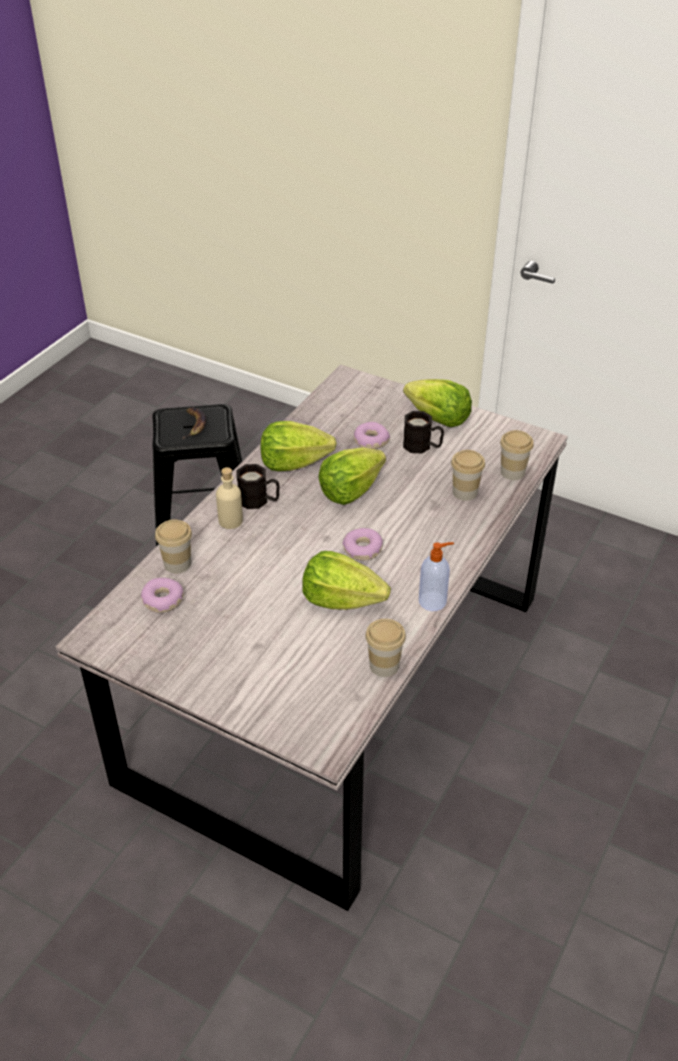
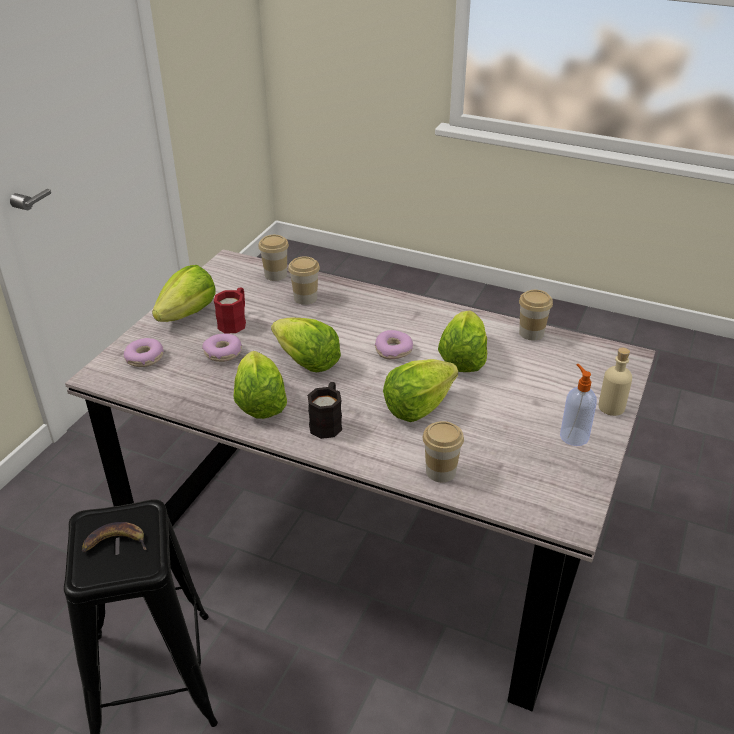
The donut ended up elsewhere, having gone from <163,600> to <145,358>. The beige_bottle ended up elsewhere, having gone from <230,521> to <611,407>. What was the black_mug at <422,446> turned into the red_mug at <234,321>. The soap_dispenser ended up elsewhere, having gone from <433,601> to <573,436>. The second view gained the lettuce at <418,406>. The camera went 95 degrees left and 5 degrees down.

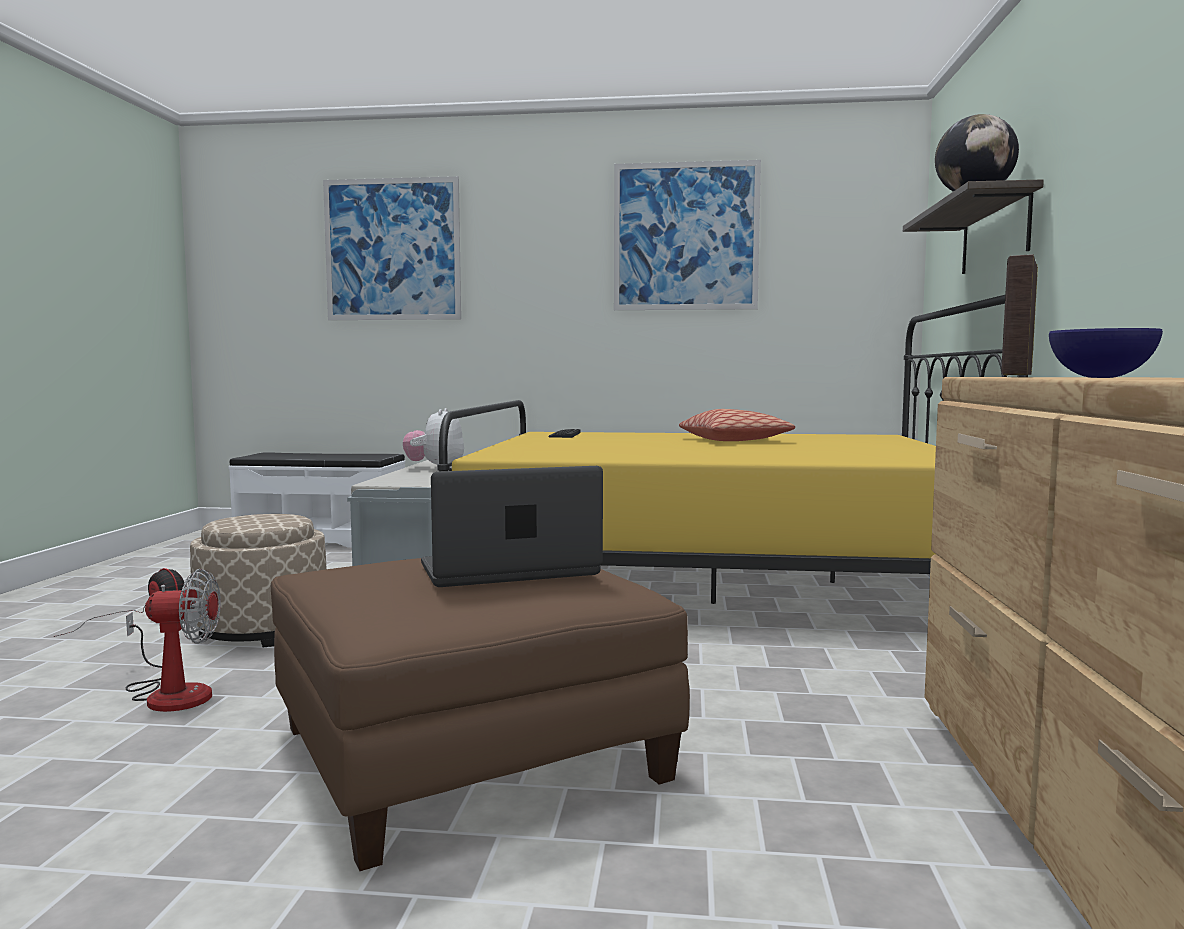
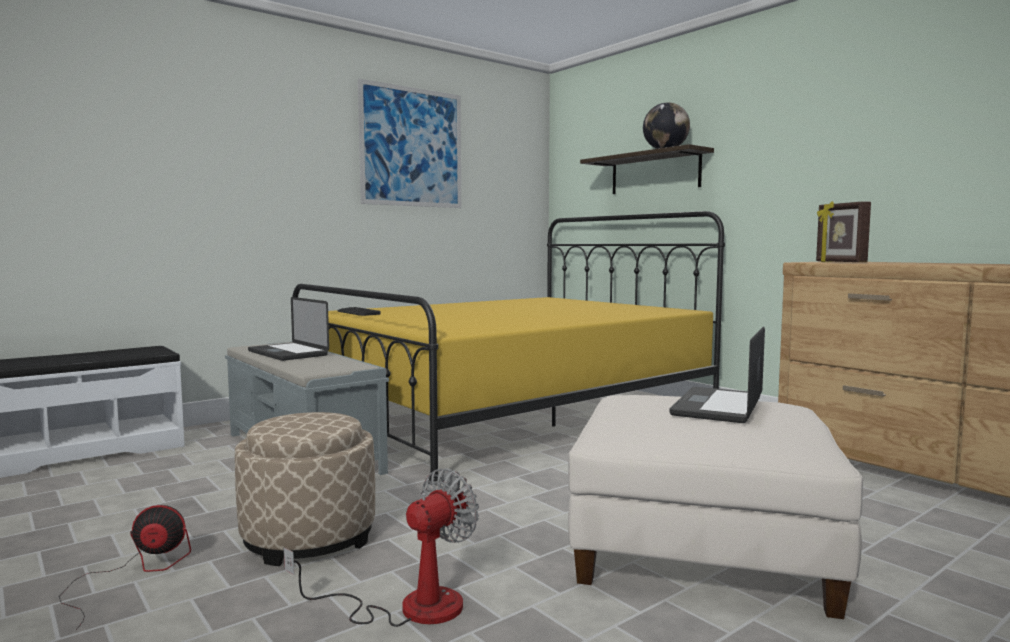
What was the brown_ottoman at <469,753> turned into the white_ottoman at <702,546>. The second view lost the picture at <392,249>. Where the plush_toy stood at <435,468>, the laptop came to stand at <288,353>. The second view lost the pillow at <734,440>. The second view lost the blue_bowl at <1102,377>. The camera went 45 degrees left and 0 degrees up.

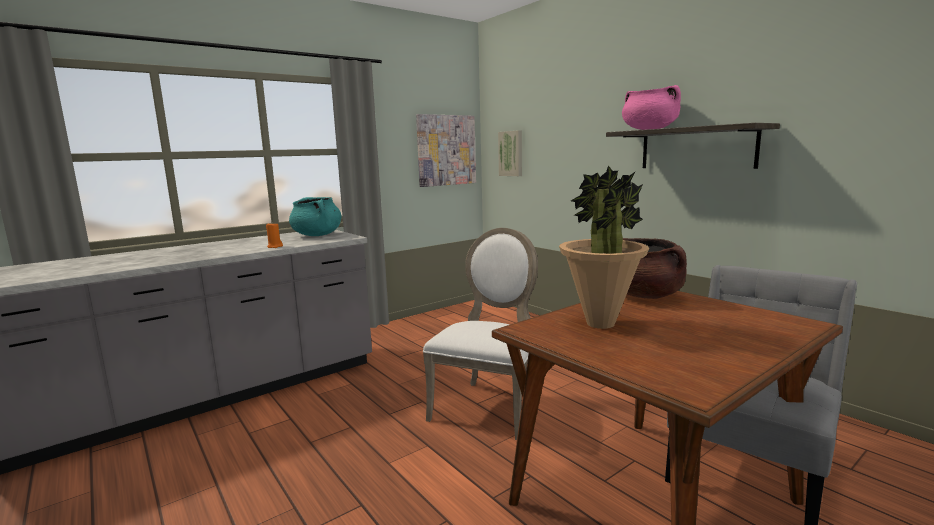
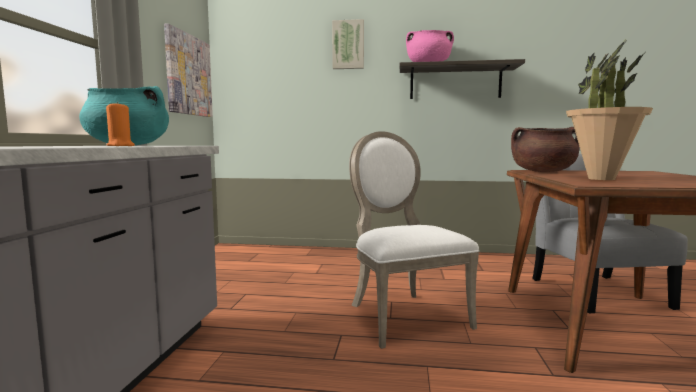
The picture ended up elsewhere, having gone from <511,153> to <348,45>. The camera went 45 degrees left and 5 degrees down.

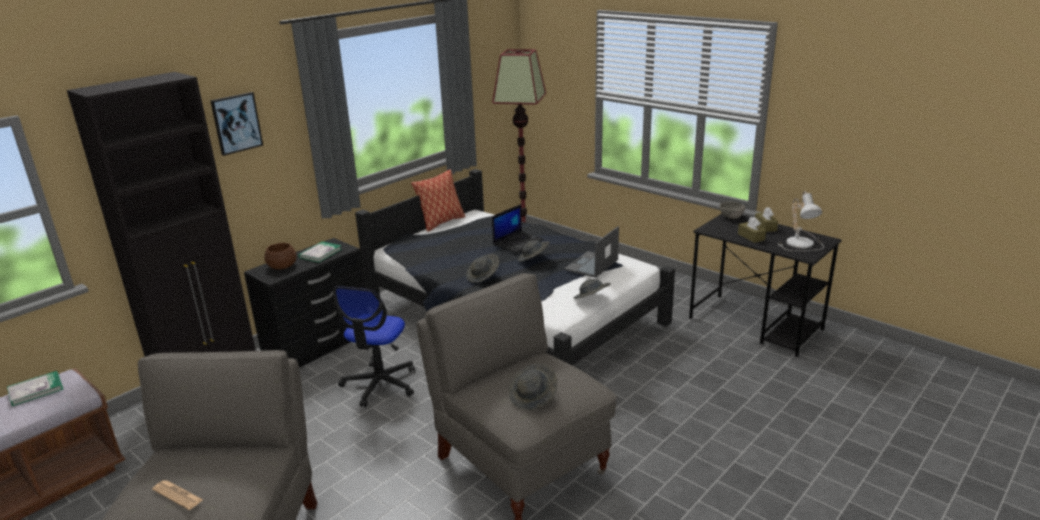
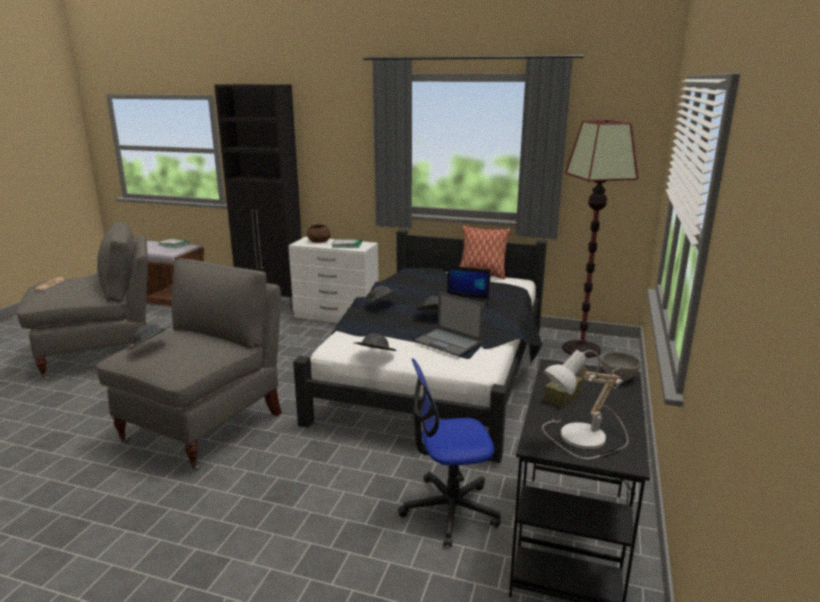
The second view lost the picture at <236,123>. What was the black_dresser at <319,345> turned into the white_dresser at <336,316>. The office_chair ended up elsewhere, having gone from <380,384> to <449,510>. The laptop at <591,265> ended up facing another way, 150 degrees counterclockwise from before. The second view lost the brown_tissue_box at <765,227>. The camera went 65 degrees right and 5 degrees down.

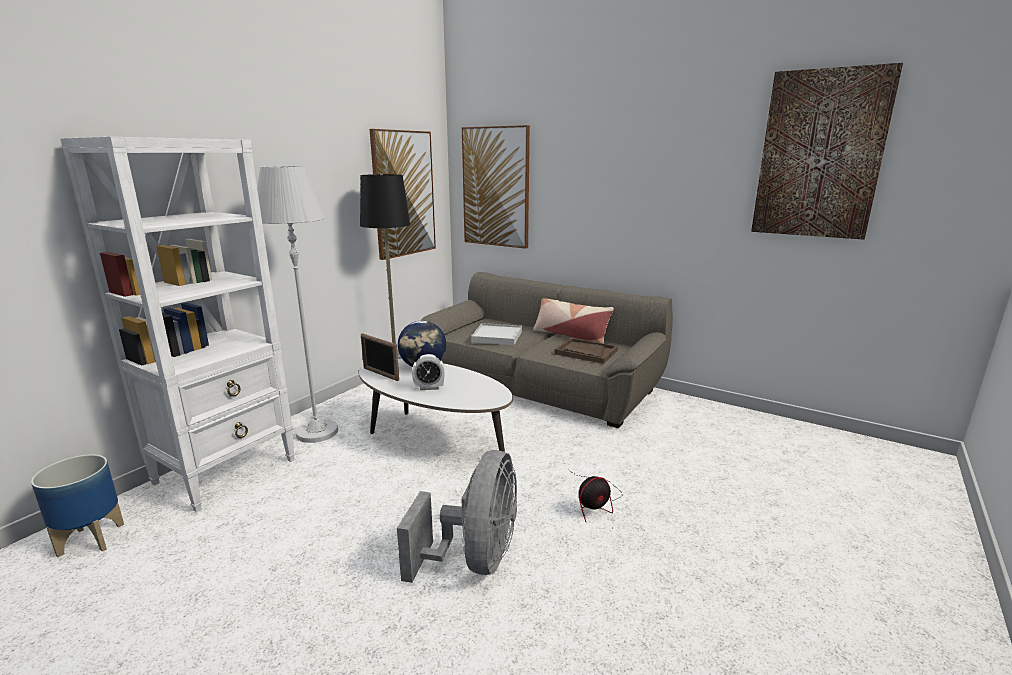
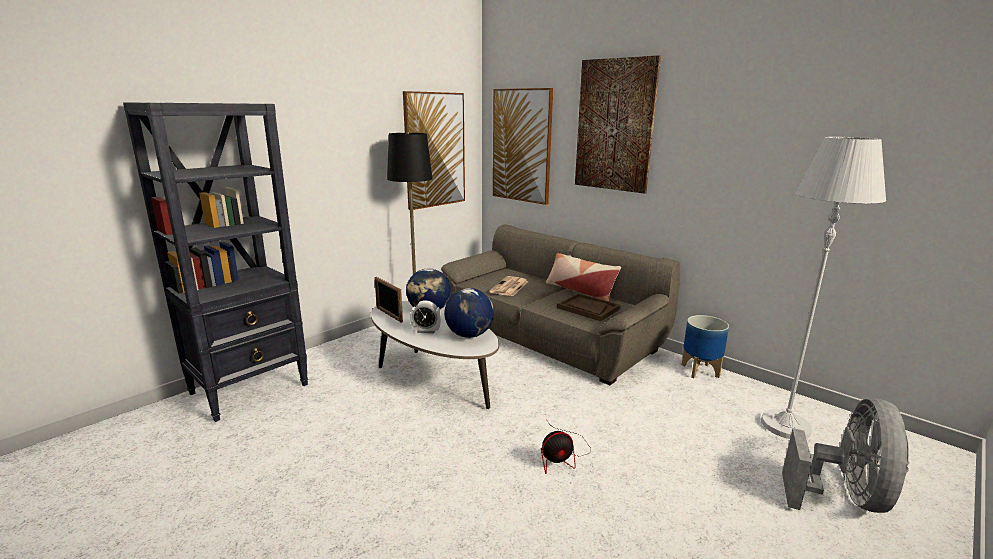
The planter ended up elsewhere, having gone from <92,539> to <700,371>. What was the white_bookcase at <227,470> turned into the black_bookcase at <251,388>. The white_floor_lamp ended up elsewhere, having gone from <317,432> to <785,426>. The grey_fan ended up elsewhere, having gone from <475,559> to <843,496>. Where the white_tray stood at <497,337>, the newspaper came to stand at <509,287>. The picture ended up elsewhere, having gone from <820,155> to <615,125>. The second view gained the globe at <469,335>. The camera went 10 degrees right and 0 degrees up.

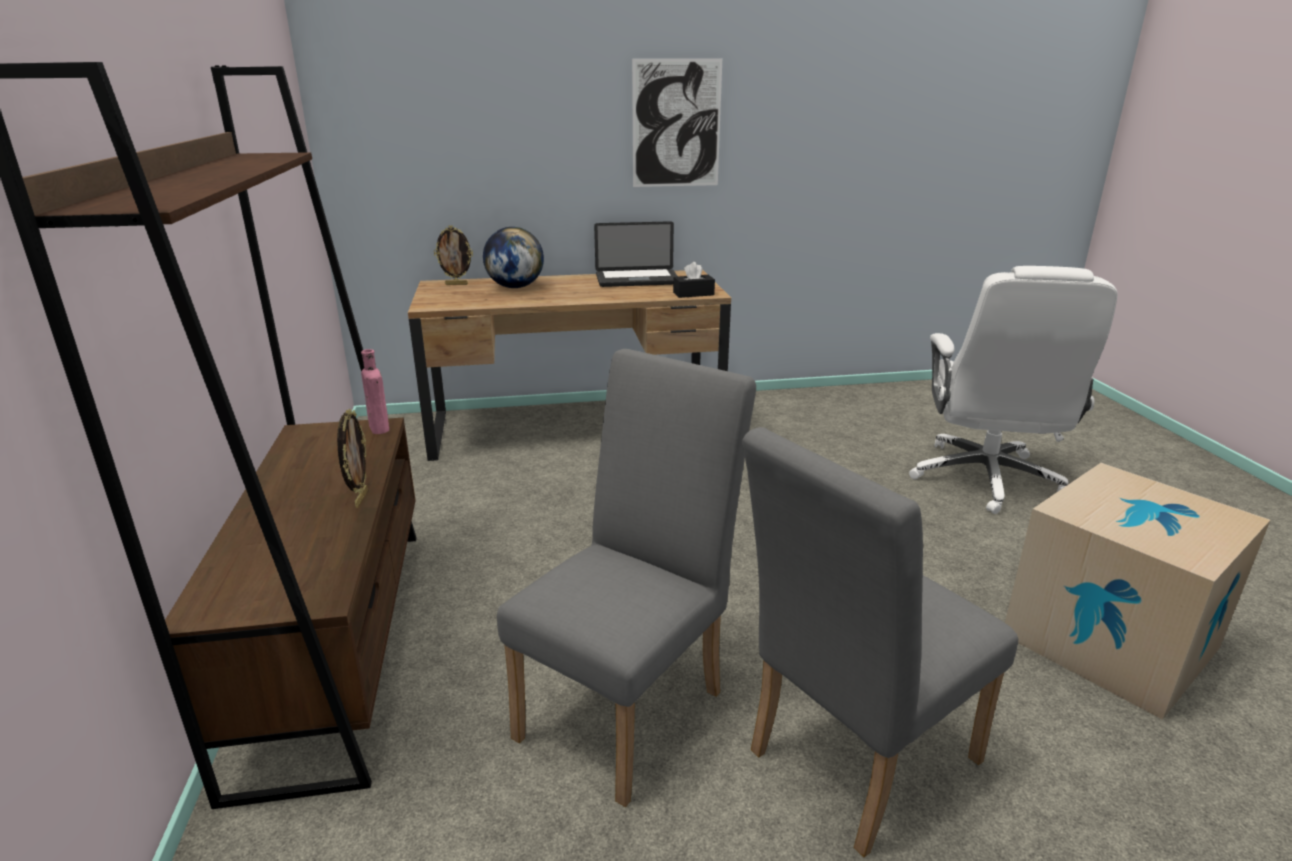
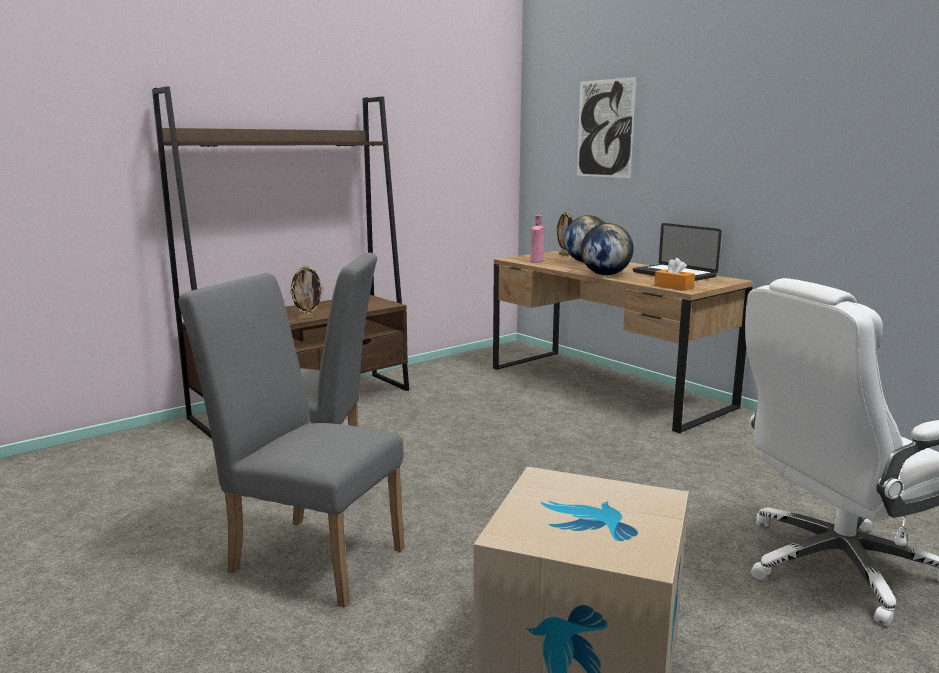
The pink_bottle ended up elsewhere, having gone from <380,429> to <536,262>. The picture ended up elsewhere, having gone from <676,124> to <605,128>. What was the black_tissue_box at <693,294> turned into the orange_tissue_box at <673,287>. The second view gained the globe at <605,274>. The camera went 60 degrees right and 10 degrees down.

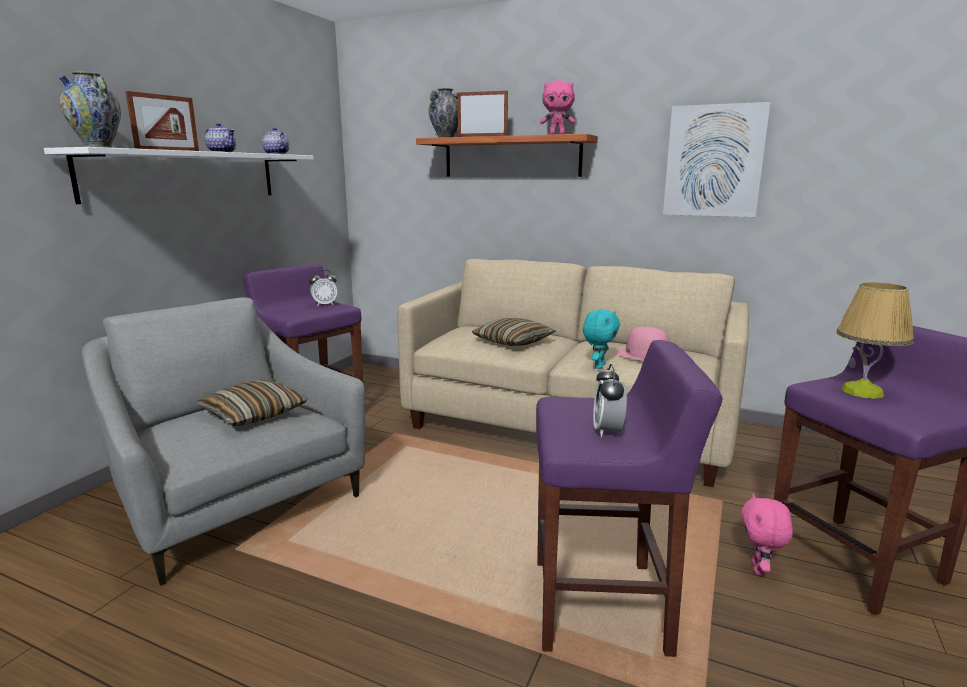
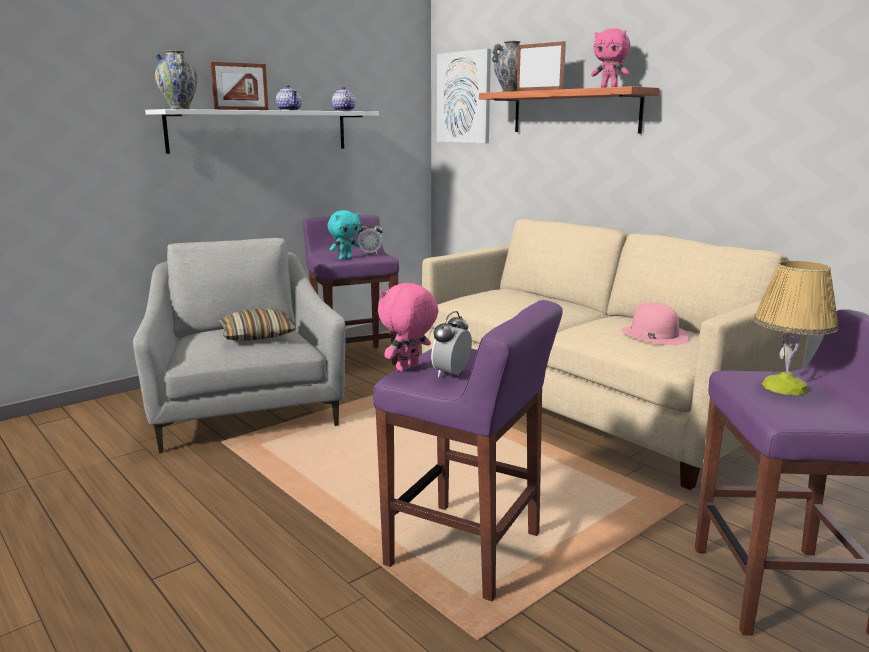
The second view lost the pillow at <513,342>. The turquoise_plush_toy ended up elsewhere, having gone from <598,366> to <345,258>. The picture ended up elsewhere, having gone from <714,161> to <464,97>. The pink_plush_toy ended up elsewhere, having gone from <759,569> to <408,368>. The camera went 25 degrees right and 0 degrees up.

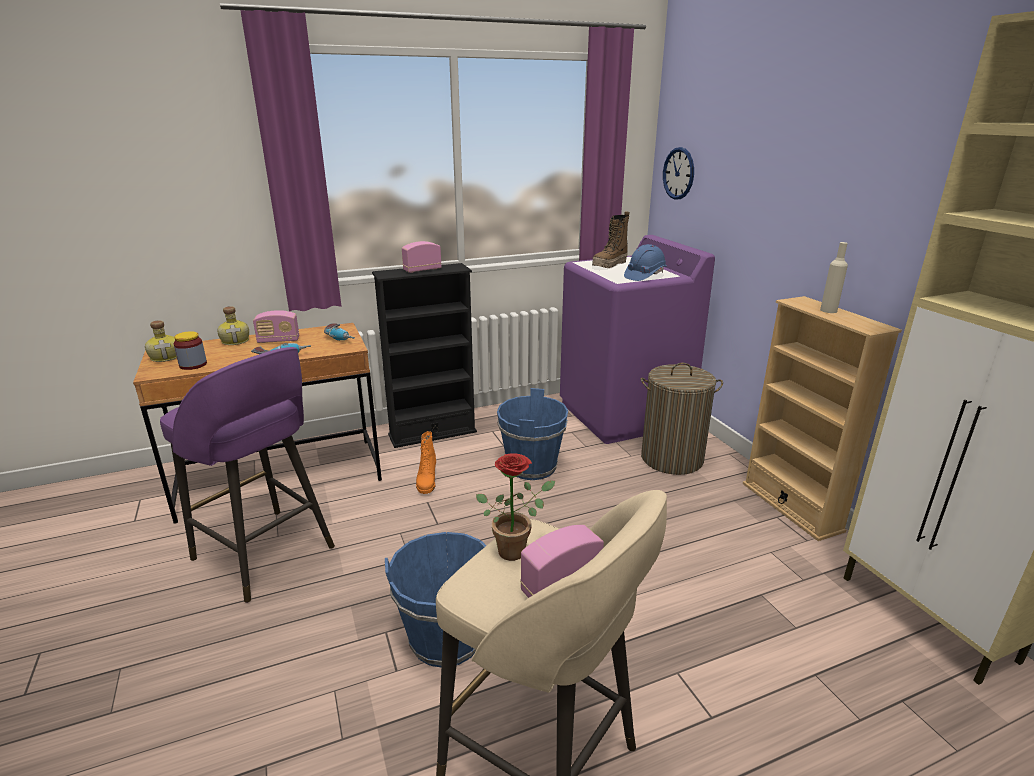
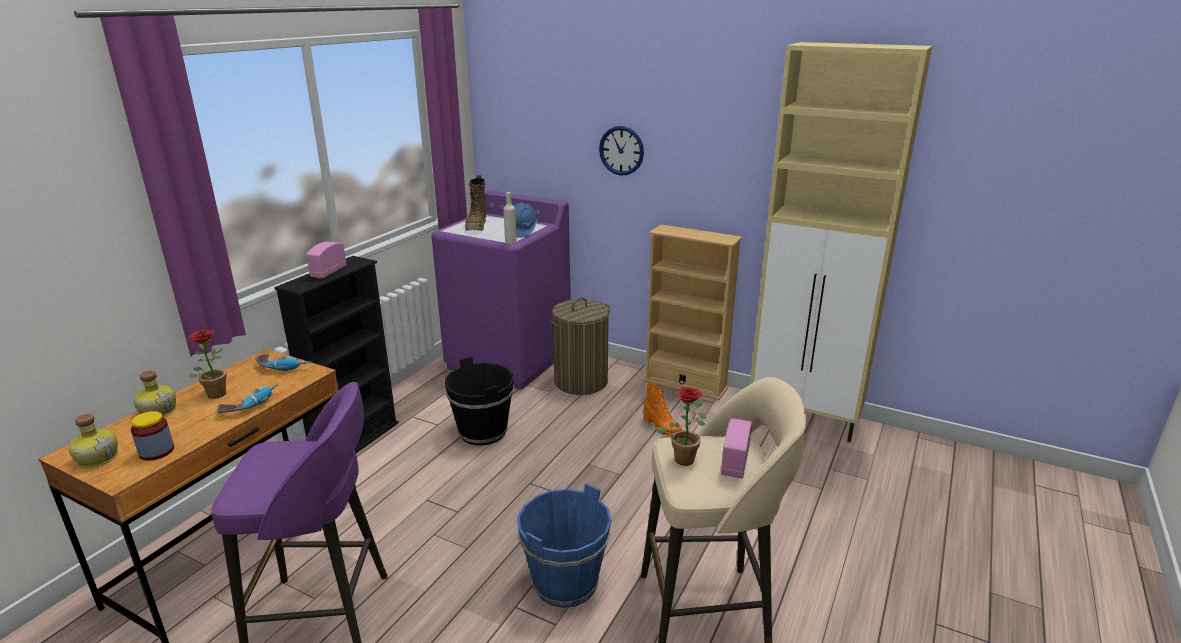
Where the radio stood at <278,340>, the potted_plant came to stand at <214,393>. The orange_boot ended up elsewhere, having gone from <426,481> to <661,427>. What was the blue_bucket at <532,467> turned into the black_bucket at <483,432>. The wall_clock ended up elsewhere, having gone from <678,173> to <621,150>. The beige_bottle ended up elsewhere, having gone from <828,310> to <510,242>. The camera went 40 degrees left and 0 degrees up.

